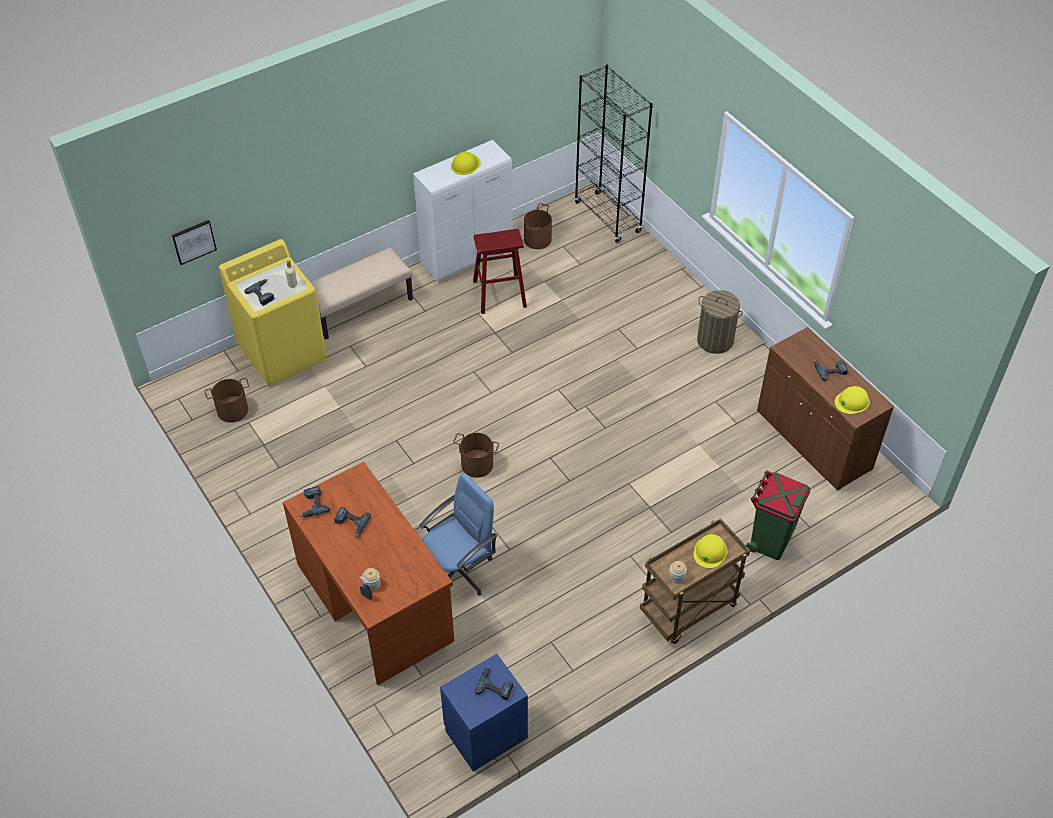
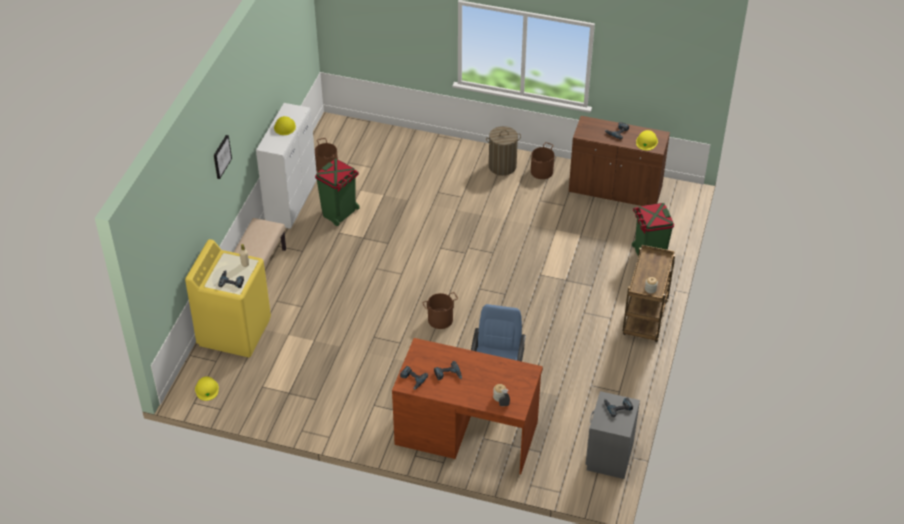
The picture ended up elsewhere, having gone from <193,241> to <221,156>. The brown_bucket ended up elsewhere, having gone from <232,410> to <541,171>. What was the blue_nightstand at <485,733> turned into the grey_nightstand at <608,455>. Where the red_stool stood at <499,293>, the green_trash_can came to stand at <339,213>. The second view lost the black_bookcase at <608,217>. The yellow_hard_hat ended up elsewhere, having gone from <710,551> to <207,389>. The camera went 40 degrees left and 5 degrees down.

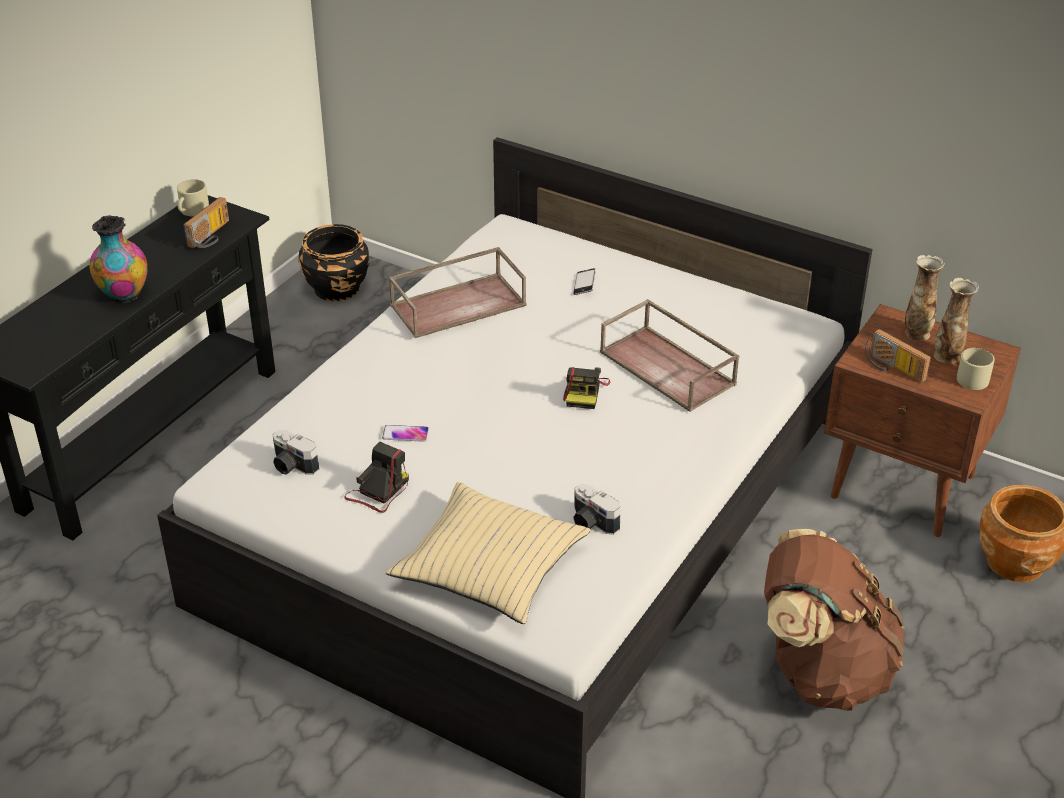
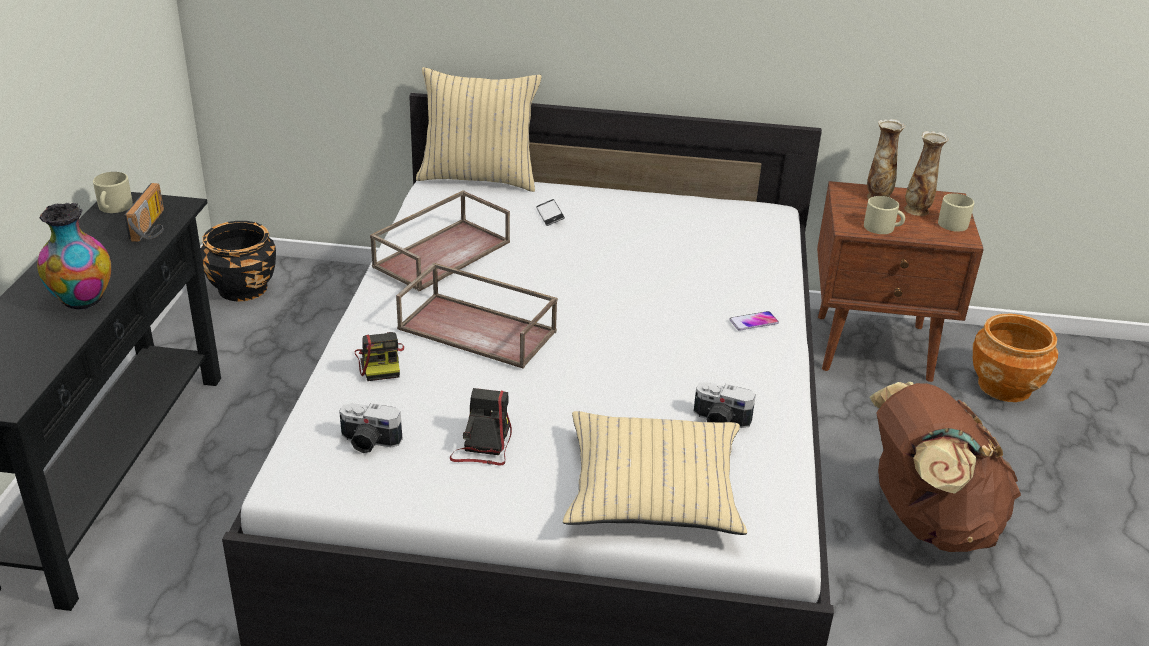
The phone ended up elsewhere, having gone from <405,434> to <753,322>. The photo_camera ended up elsewhere, having gone from <584,392> to <381,362>. The brown_tray ended up elsewhere, having gone from <669,368> to <479,330>. Where the radio stood at <892,368>, the beige_mug came to stand at <882,228>. The second view gained the beige_pillow at <478,178>. The camera went 25 degrees left and 5 degrees down.

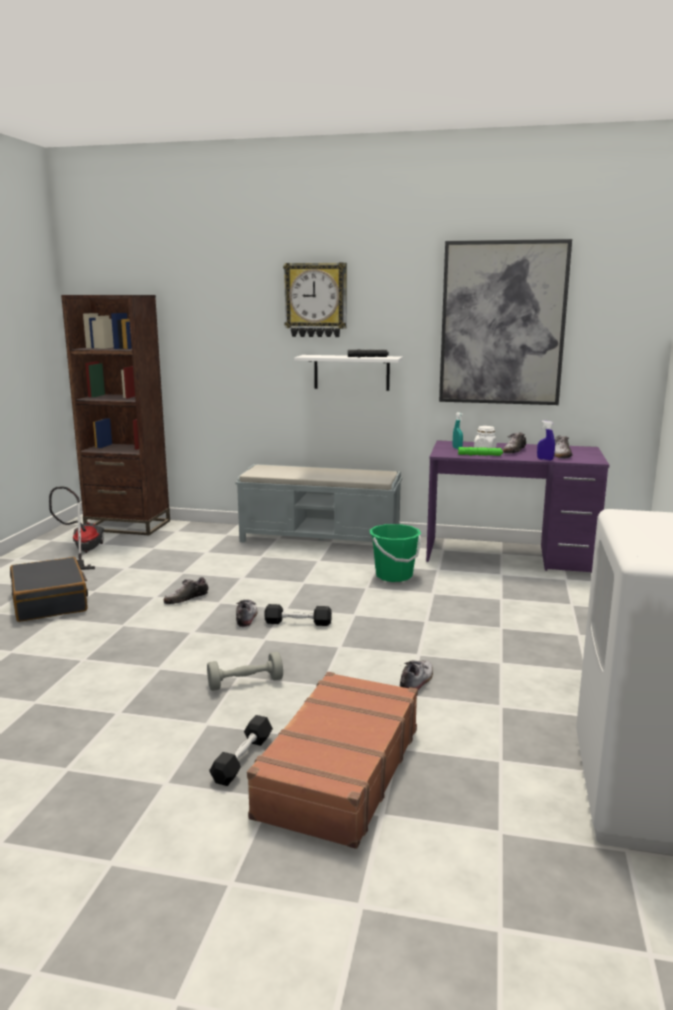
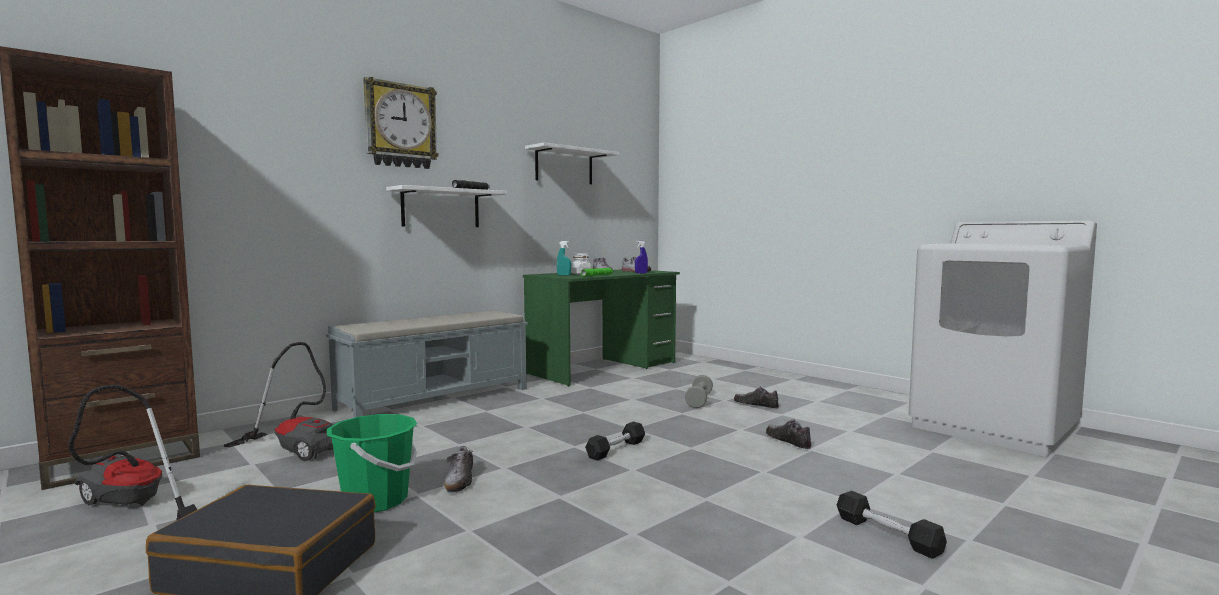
The grey_dumbbell ended up elsewhere, having gone from <245,683> to <699,401>. The shoe ended up elsewhere, having gone from <246,617> to <756,405>. The second view lost the brown_suitcase at <338,771>. The green_bucket ended up elsewhere, having gone from <394,576> to <375,501>. What was the purple_desk at <509,555> turned into the green_desk at <603,368>. Where the picture hung at <502,323>, the white_shelf came to hang at <564,166>. The second view gained the vacuum_cleaner at <298,448>. The camera went 55 degrees left and 10 degrees down.

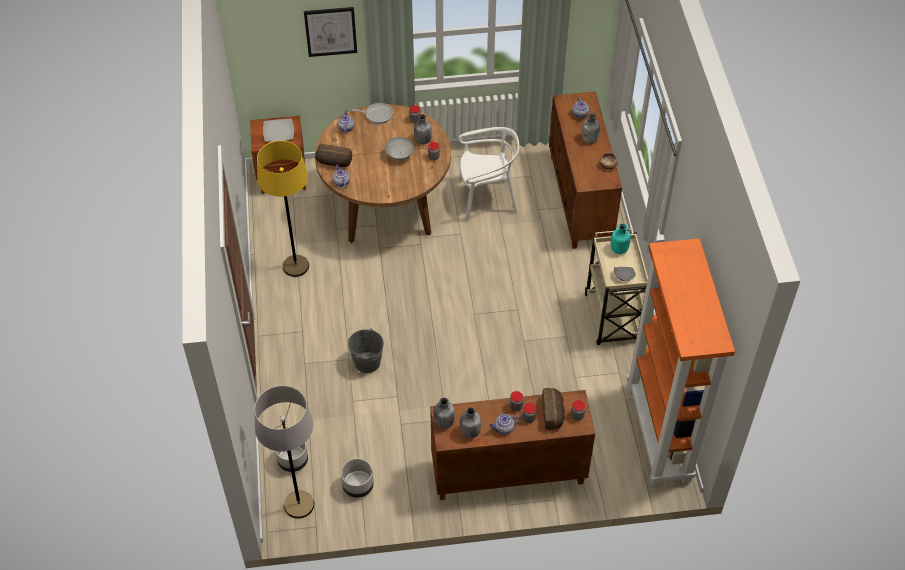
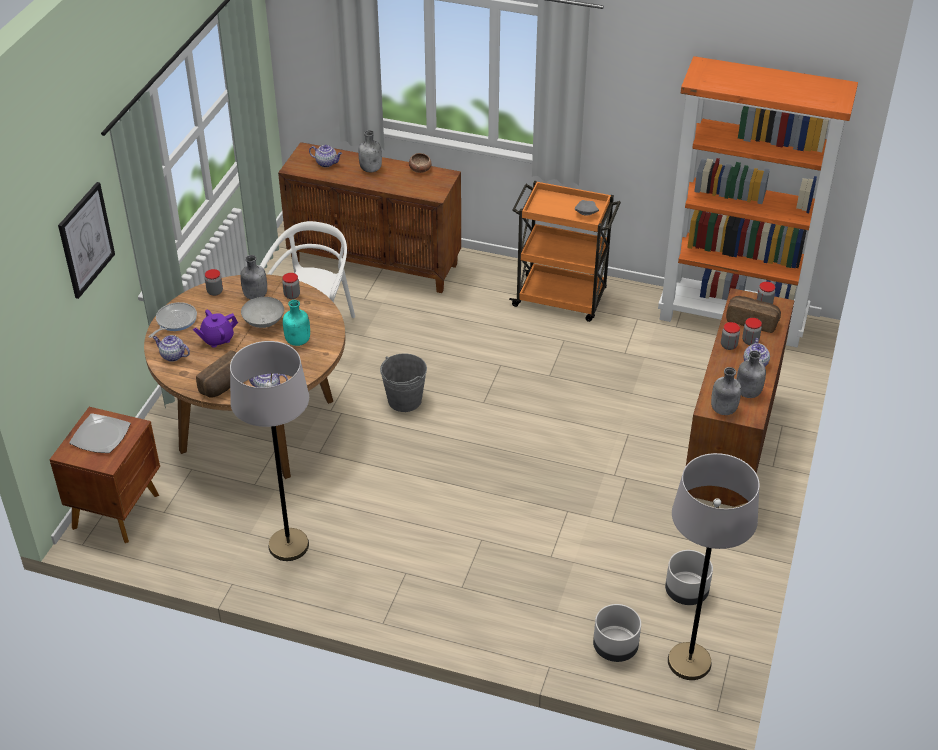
What was the yellow_floor_lamp at <296,266> turned into the grey_floor_lamp at <288,546>. The grey_bucket ended up elsewhere, having gone from <367,362> to <404,400>. What was the beige_cart at <612,319> turned into the orange_cart at <561,299>. The turquoise_bottle ended up elsewhere, having gone from <619,249> to <298,341>. The second view gained the purple_teapot at <217,339>. The camera went 65 degrees left and 10 degrees down.

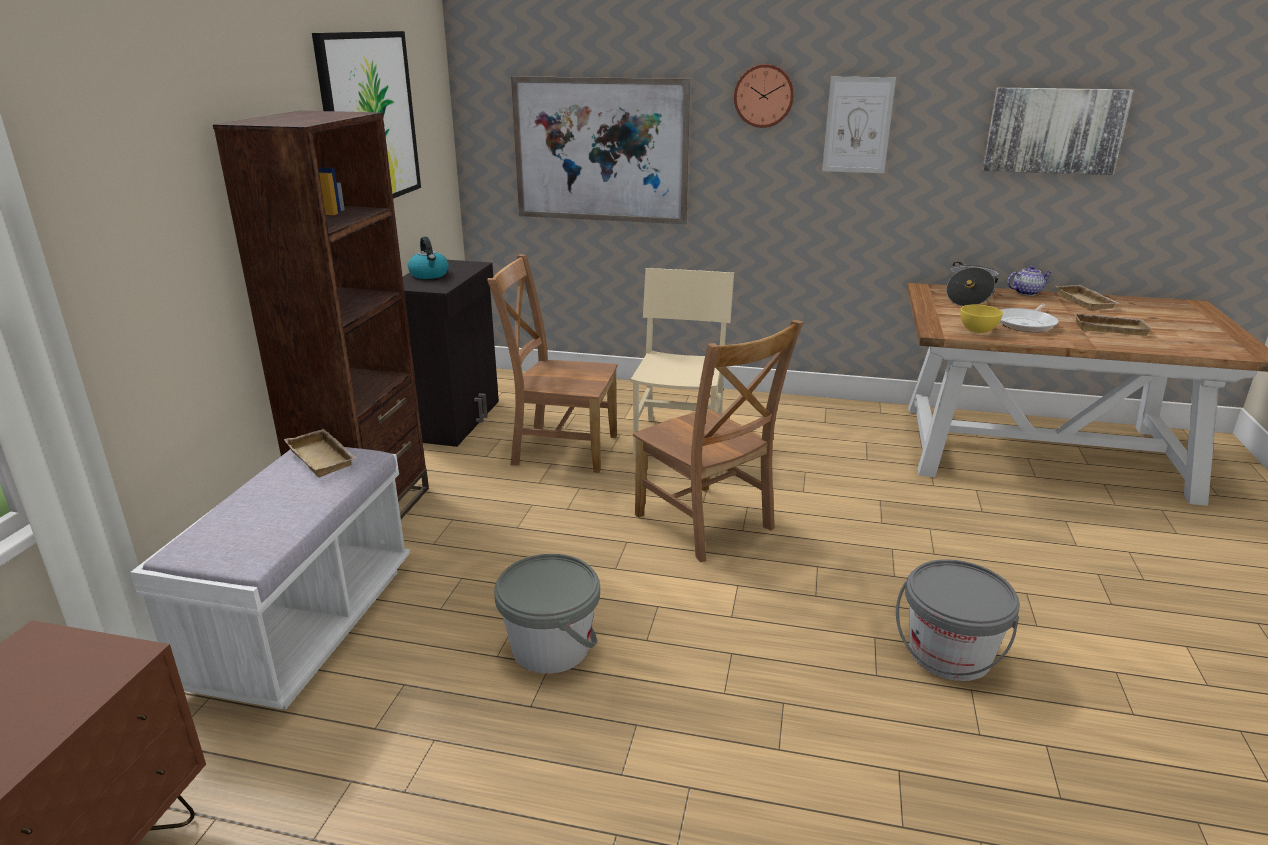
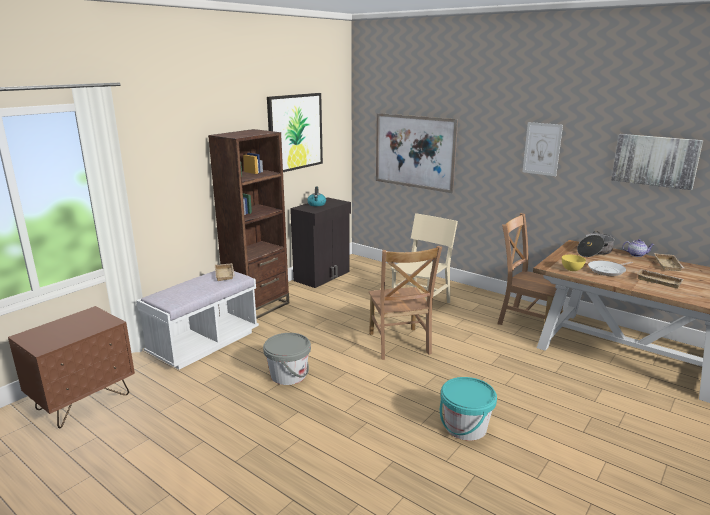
The brown_chair ended up elsewhere, having gone from <560,449> to <526,321>. The second view lost the wall_clock at <764,95>. What was the grey_bucket at <949,654> turned into the turquoise_bucket at <465,427>. The camera went 25 degrees right and 5 degrees down.

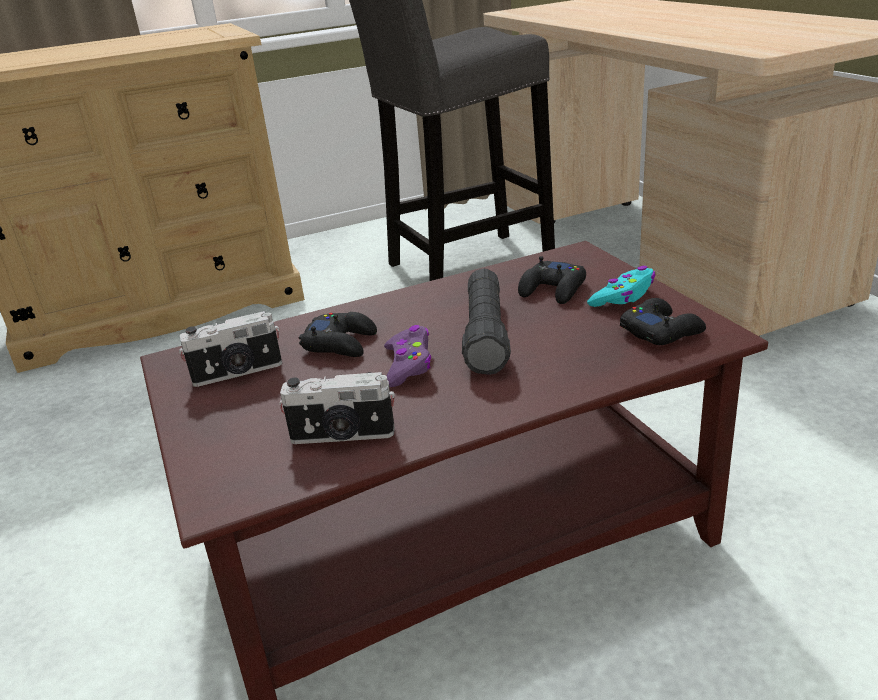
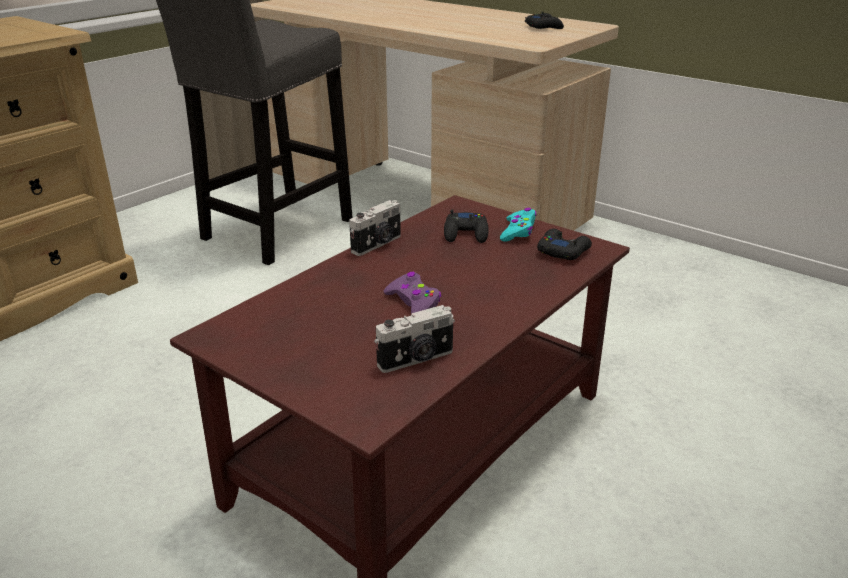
The photo_camera ended up elsewhere, having gone from <238,373> to <378,244>. The black_game_controller ended up elsewhere, having gone from <341,343> to <544,27>. The second view lost the black_flashlight at <485,335>. The camera went 30 degrees left and 0 degrees up.

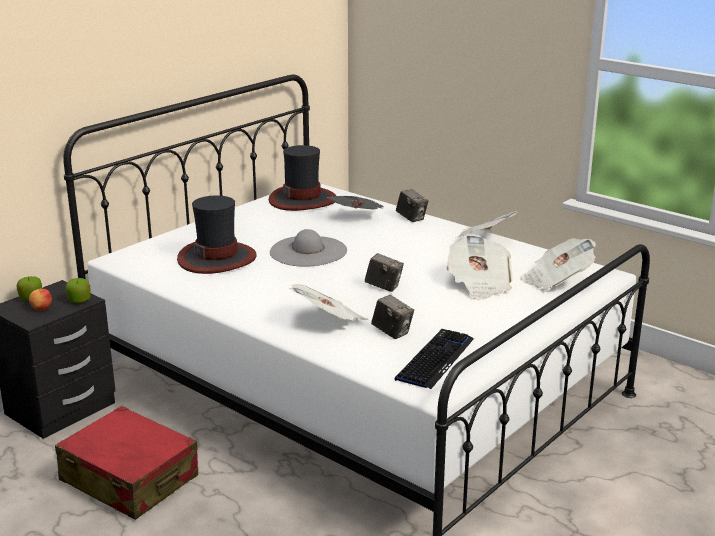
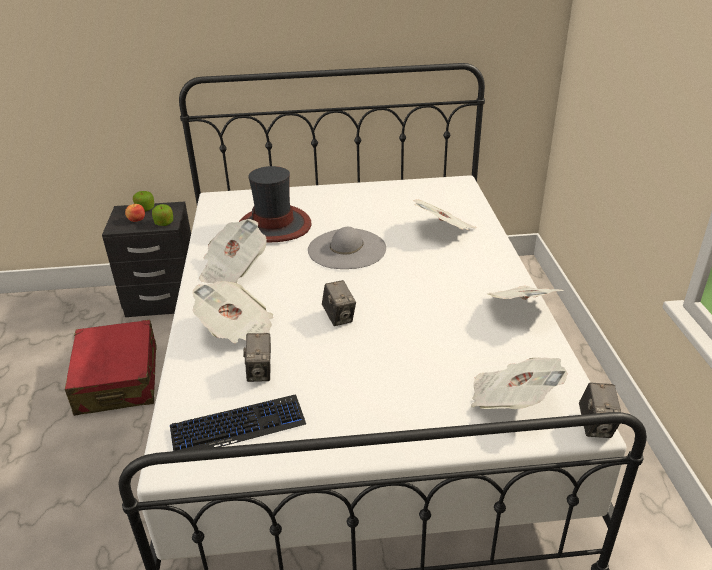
The second view lost the hat at <303,200>. The photo_camera ended up elsewhere, having gone from <411,218> to <596,426>. The newspaper ended up elsewhere, having gone from <479,284> to <233,269>. The camera went 45 degrees right and 10 degrees up.

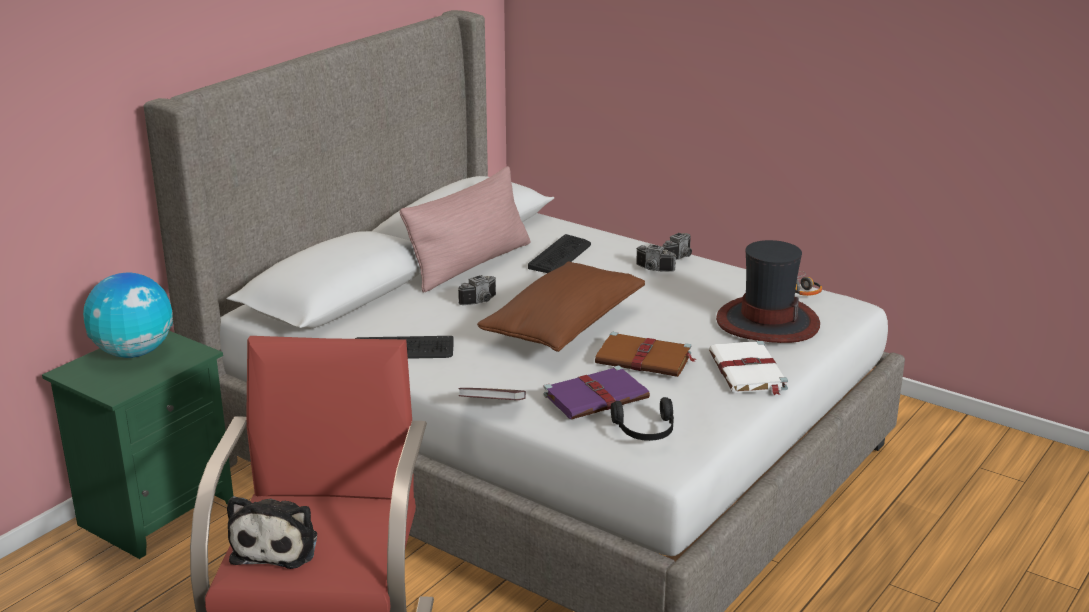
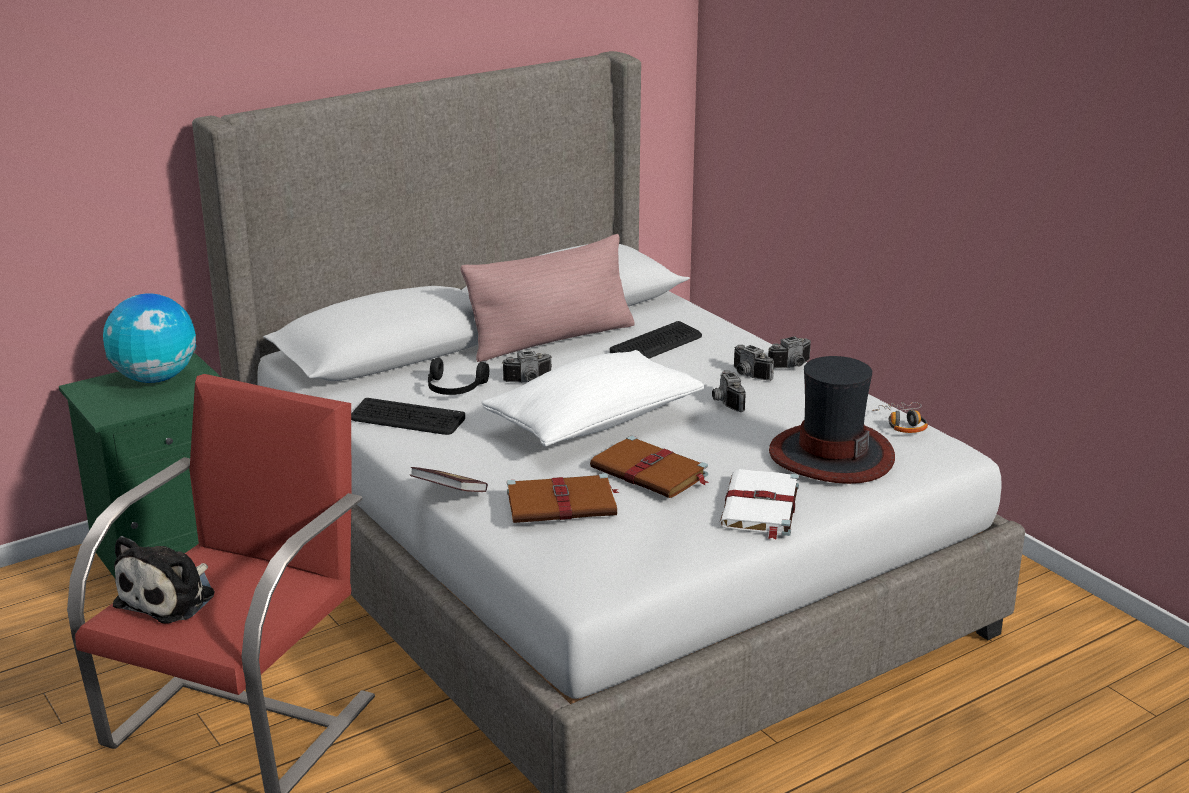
What was the brown_pillow at <563,327> turned into the white_pillow at <593,422>. What was the purple_book at <597,396> turned into the brown_book at <563,504>. The black_headphones ended up elsewhere, having gone from <645,431> to <454,389>. The second view gained the photo_camera at <725,402>. The camera went 20 degrees right and 0 degrees up.

